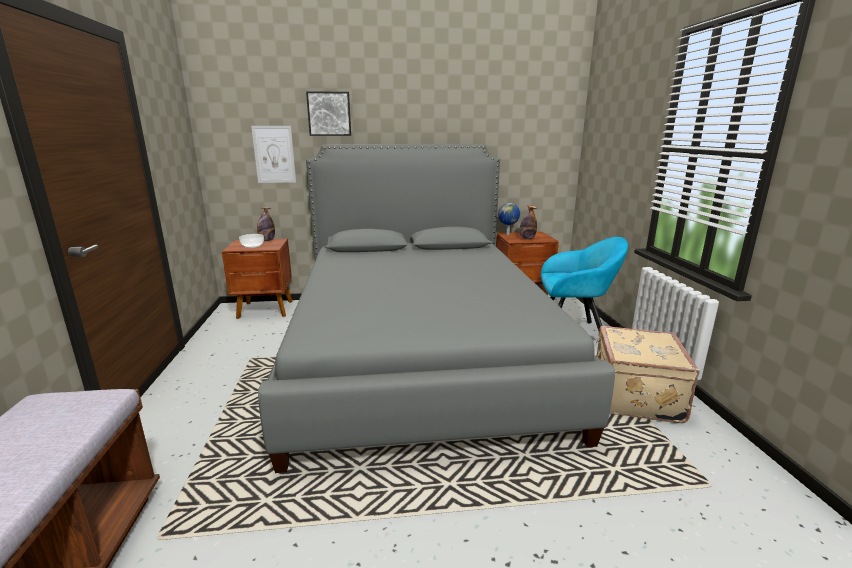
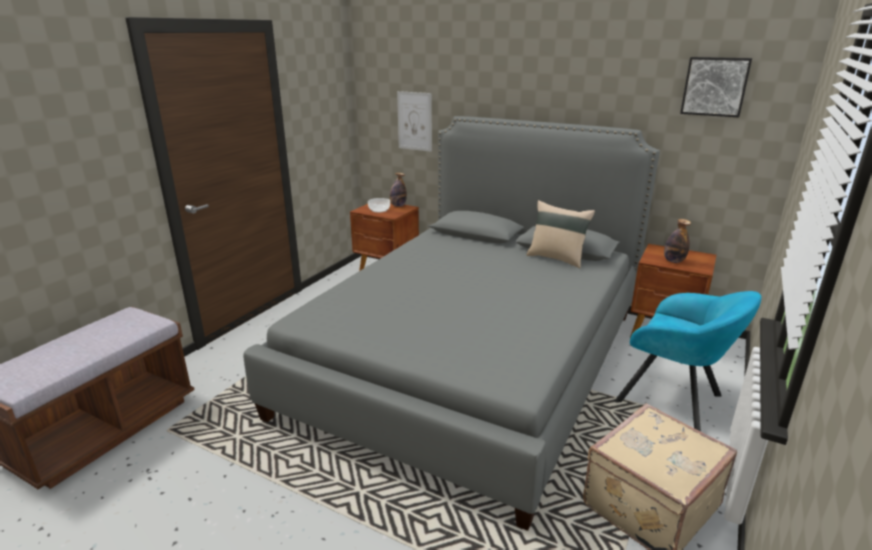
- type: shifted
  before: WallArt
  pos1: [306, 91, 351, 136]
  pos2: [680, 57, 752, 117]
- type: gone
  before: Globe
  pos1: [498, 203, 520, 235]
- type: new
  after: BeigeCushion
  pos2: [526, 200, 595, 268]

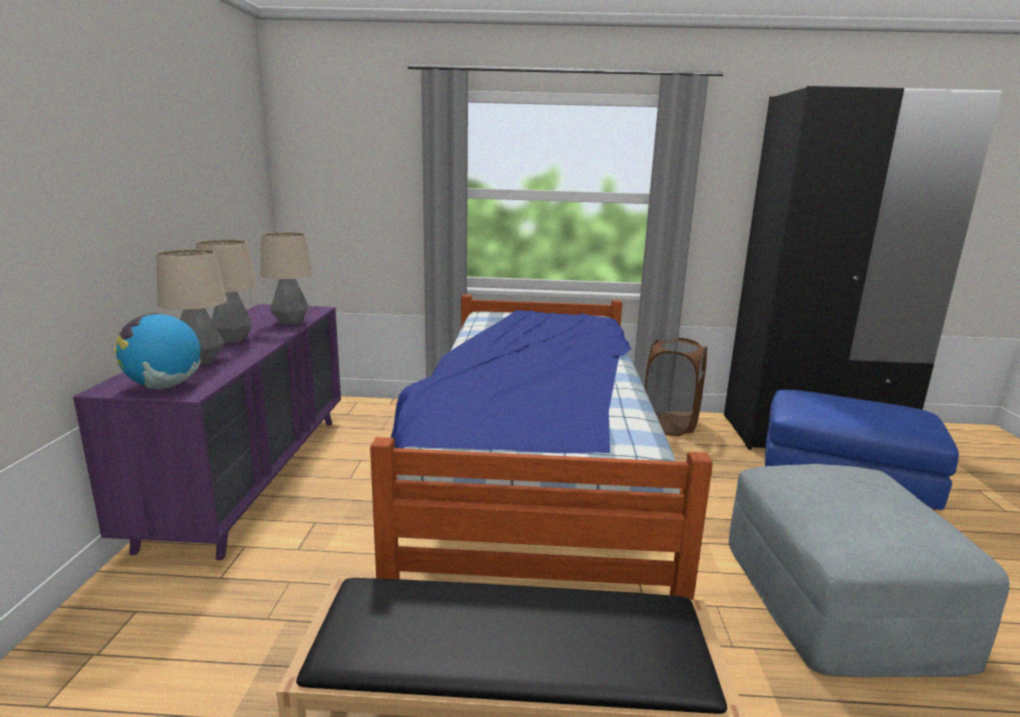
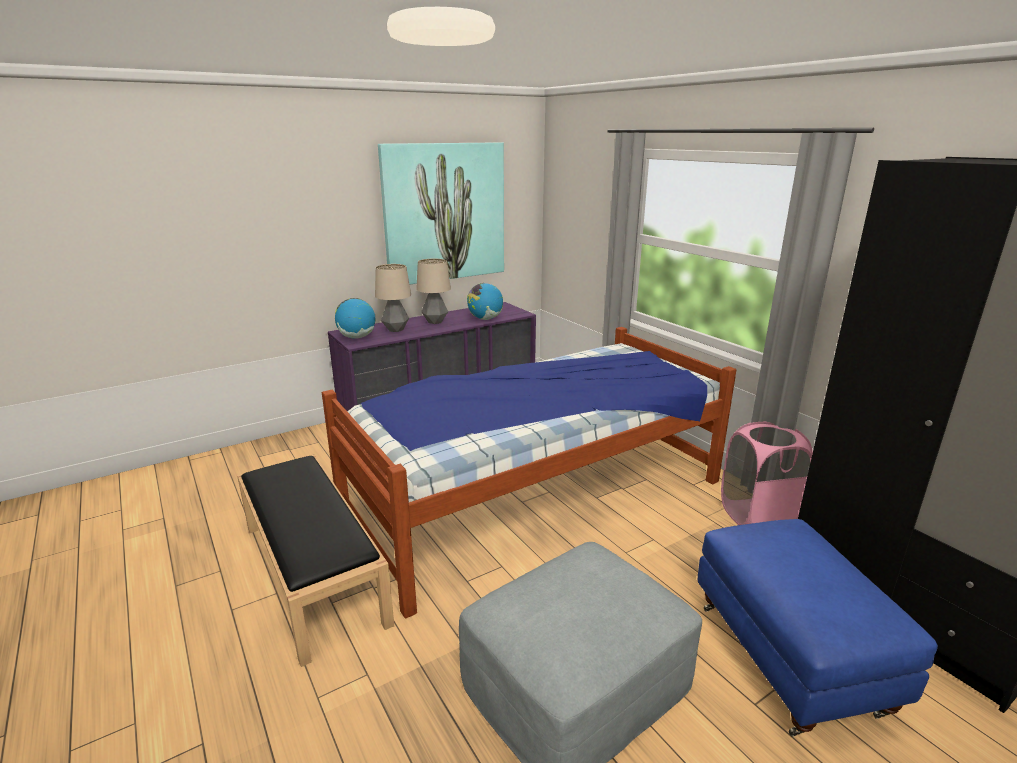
- type: swapped
  before: LampForATable
  after: Globe
  pos1: [261, 232, 313, 325]
  pos2: [467, 283, 503, 320]
- type: repainted
  before: BrownishHamper
  after: PinkishHamper
  pos1: [644, 338, 707, 436]
  pos2: [721, 421, 813, 525]
- type: new
  after: WallArt
  pos2: [378, 142, 504, 284]

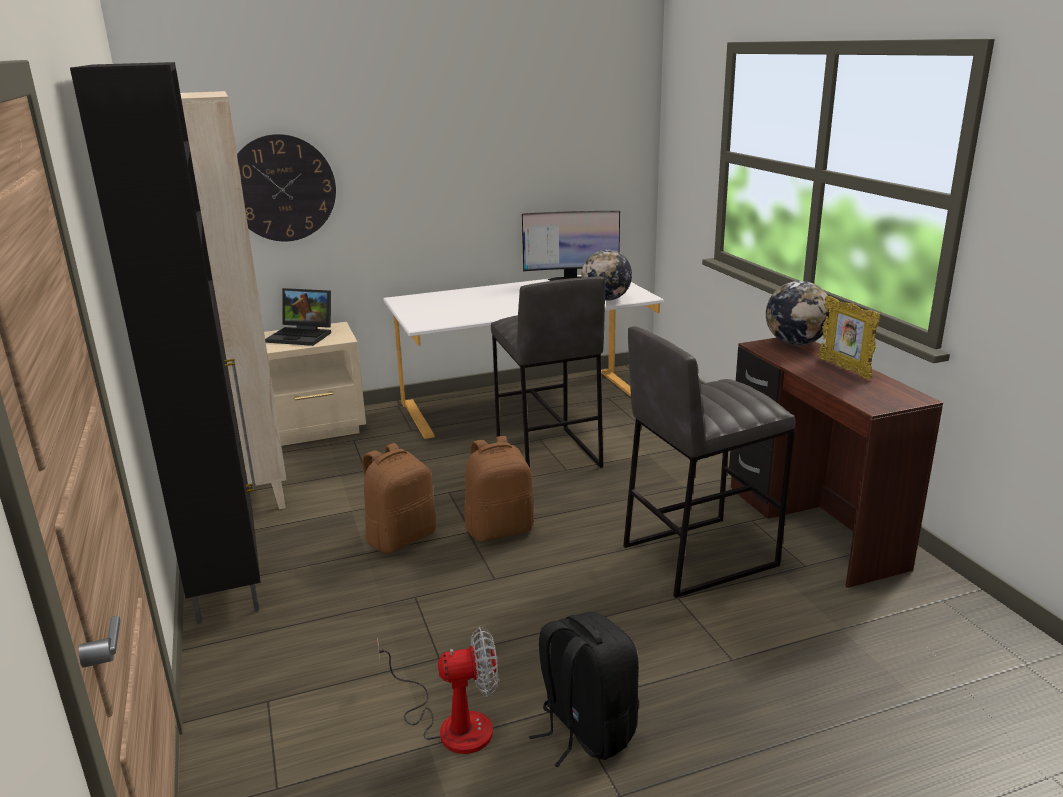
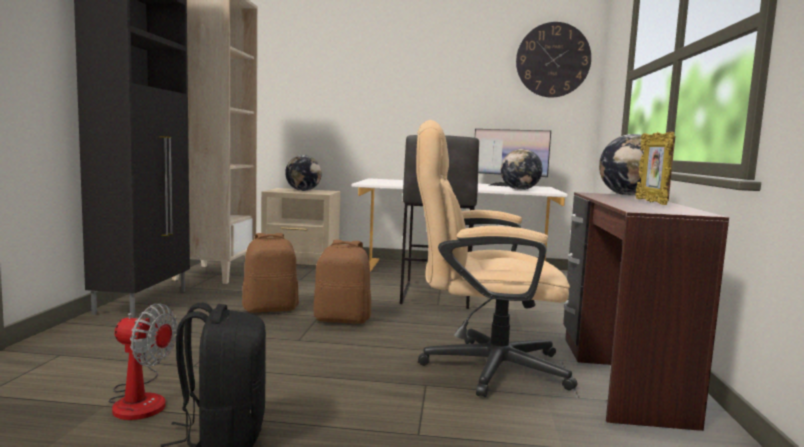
- type: shifted
  before: HangingClock
  pos1: [237, 134, 336, 241]
  pos2: [516, 22, 591, 98]
- type: swapped
  before: Laptop
  after: Globe
  pos1: [265, 288, 331, 346]
  pos2: [285, 155, 322, 191]
- type: swapped
  before: GrayStool
  after: BeigeDeskChair
  pos1: [623, 326, 795, 598]
  pos2: [416, 120, 577, 397]

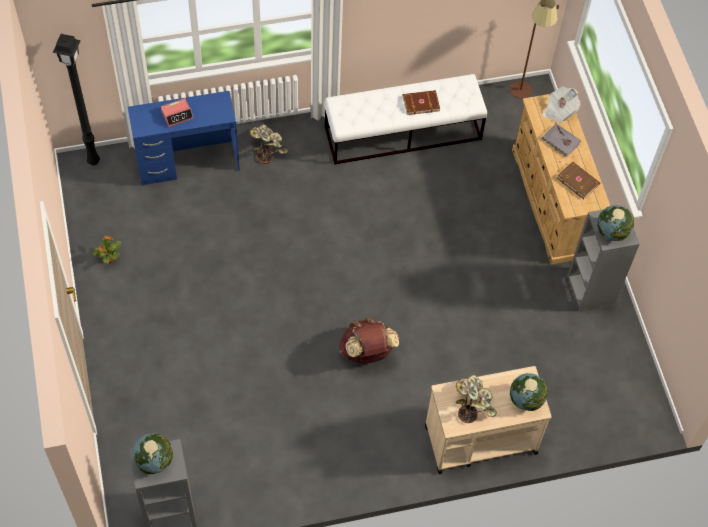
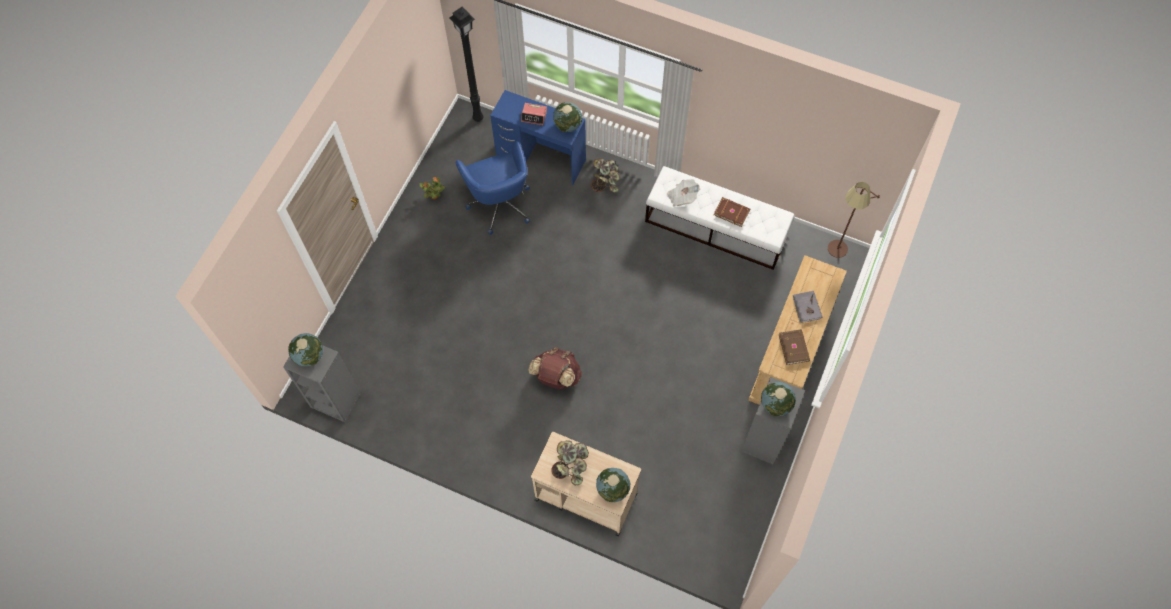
- type: shifted
  before: PrintedPaper
  pos1: [543, 86, 580, 124]
  pos2: [667, 179, 700, 206]
- type: new
  after: BluishDeskChair
  pos2: [455, 141, 530, 235]
- type: new
  after: Globe
  pos2: [553, 102, 582, 132]

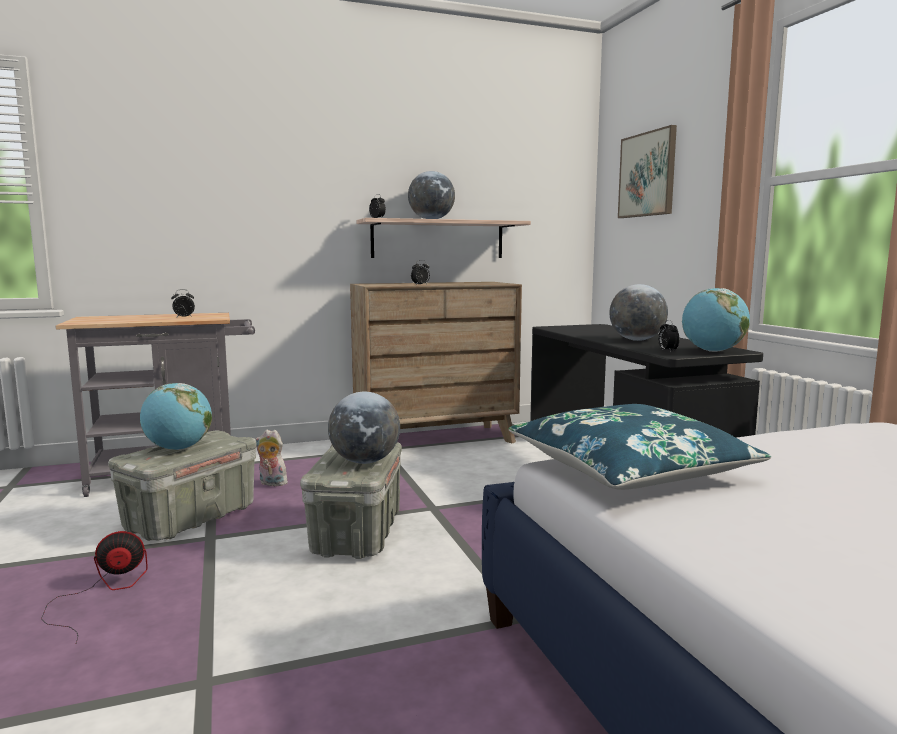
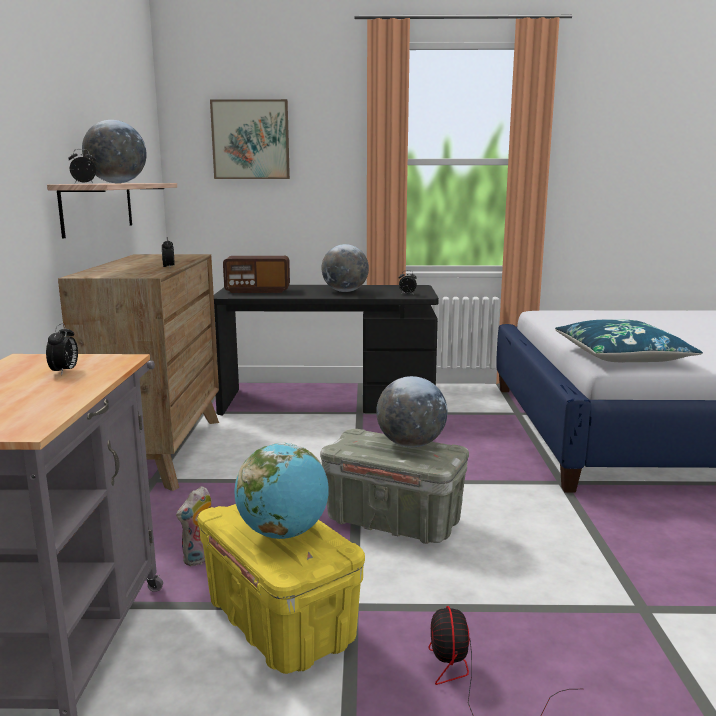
- type: repainted
  before: GrayStorageContainer
  after: YellowColouredStorageContainer
  pos1: [108, 431, 257, 541]
  pos2: [197, 504, 365, 674]
- type: gone
  before: Globe
  pos1: [682, 288, 750, 352]
- type: new
  after: RadioReceiver
  pos2: [223, 256, 290, 293]

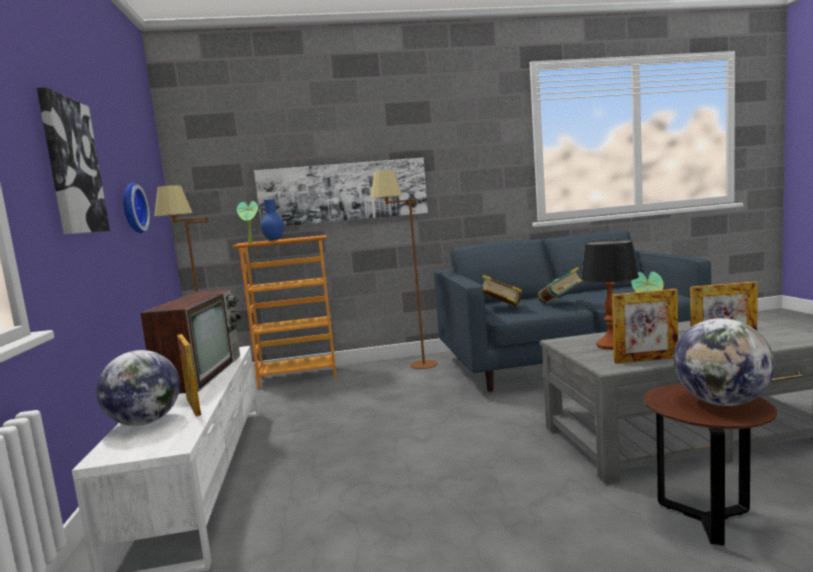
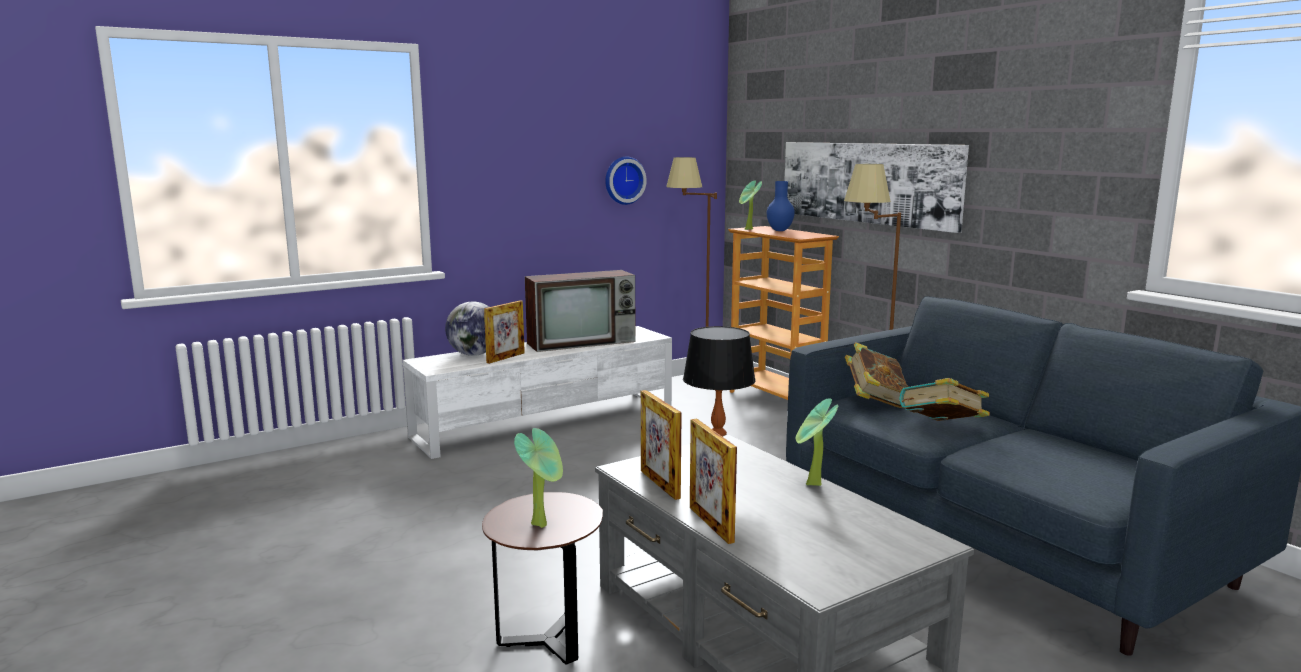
- type: gone
  before: WallArt
  pos1: [37, 87, 110, 234]
- type: swapped
  before: Globe
  after: PlantInAPot
  pos1: [673, 318, 775, 406]
  pos2: [514, 428, 563, 528]

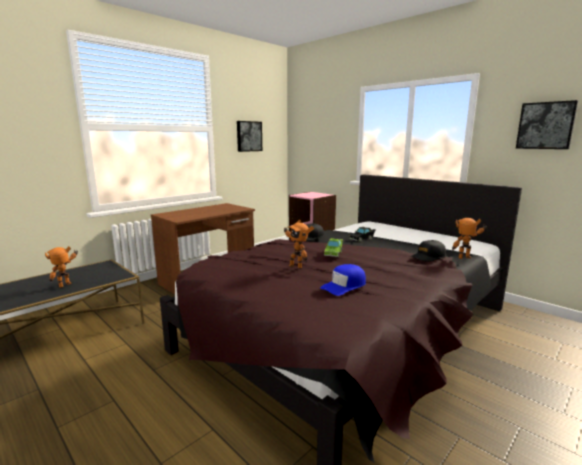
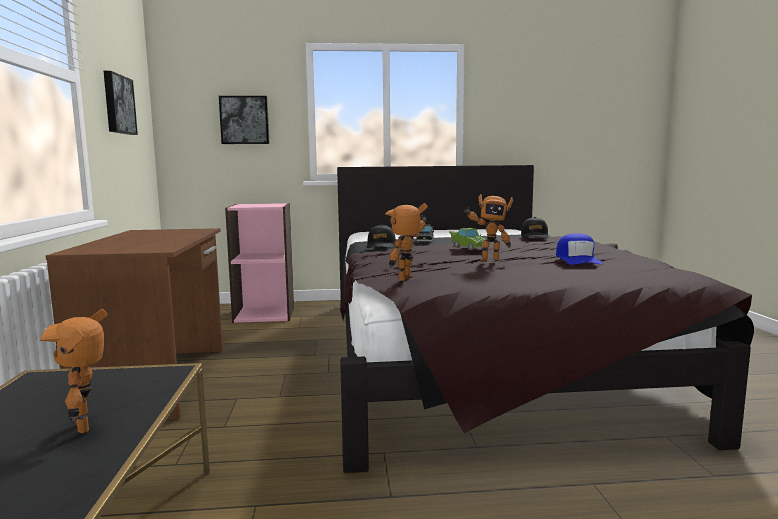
- type: shifted
  before: ToyRobot
  pos1: [452, 218, 487, 259]
  pos2: [385, 203, 428, 282]
- type: shifted
  before: WallArt
  pos1: [516, 100, 578, 149]
  pos2: [219, 96, 270, 144]

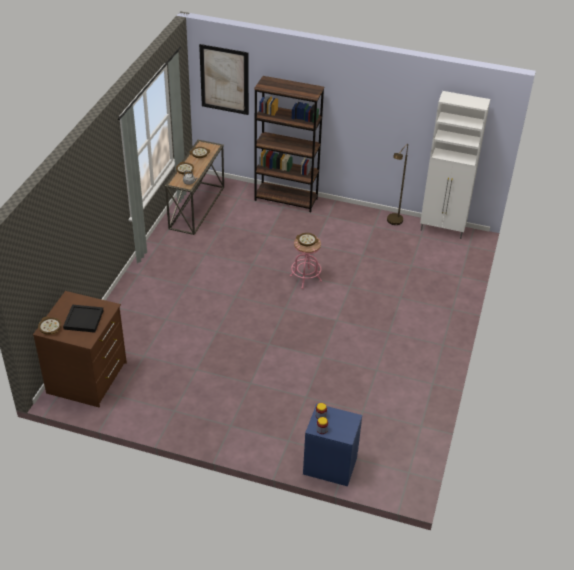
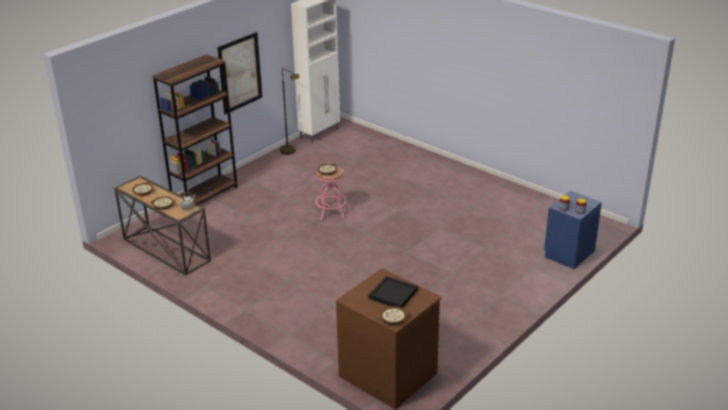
- type: shifted
  before: WallArt
  pos1: [199, 44, 249, 115]
  pos2: [217, 32, 262, 114]

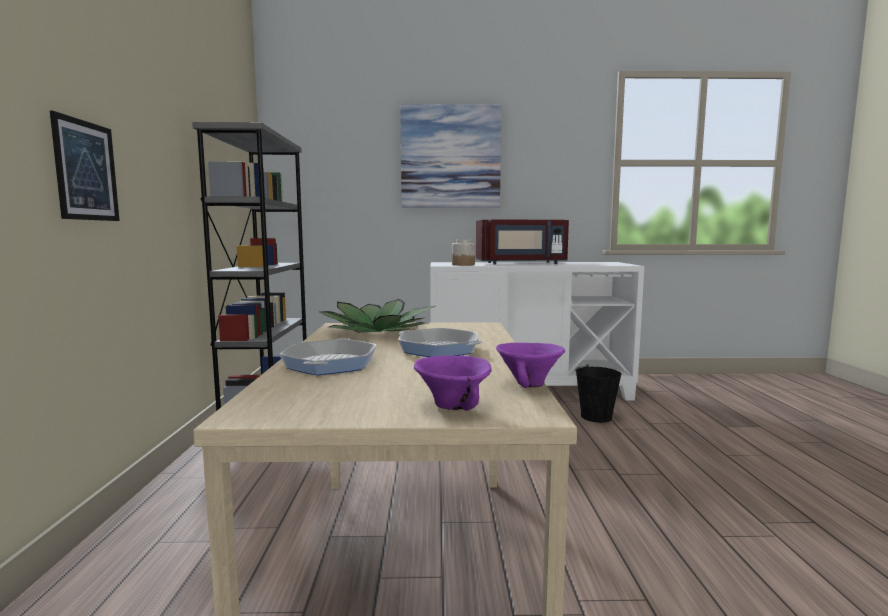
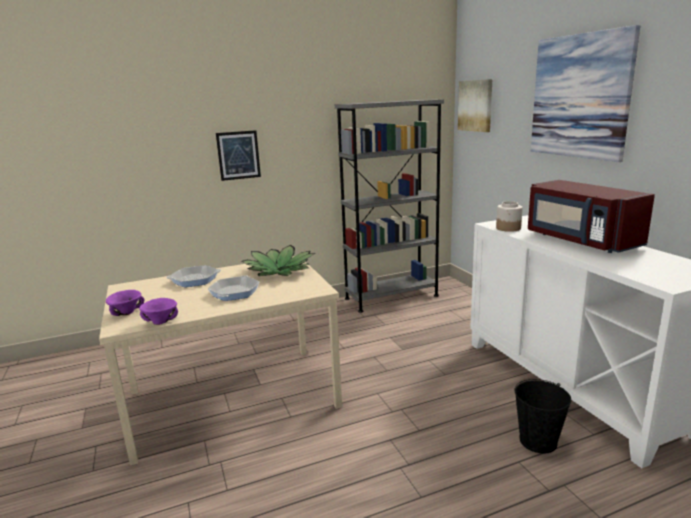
- type: new
  after: WallArt
  pos2: [458, 79, 492, 132]

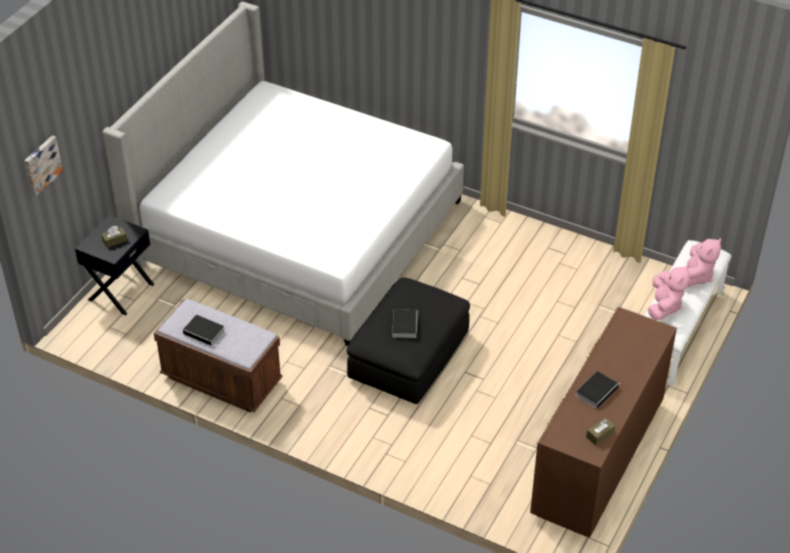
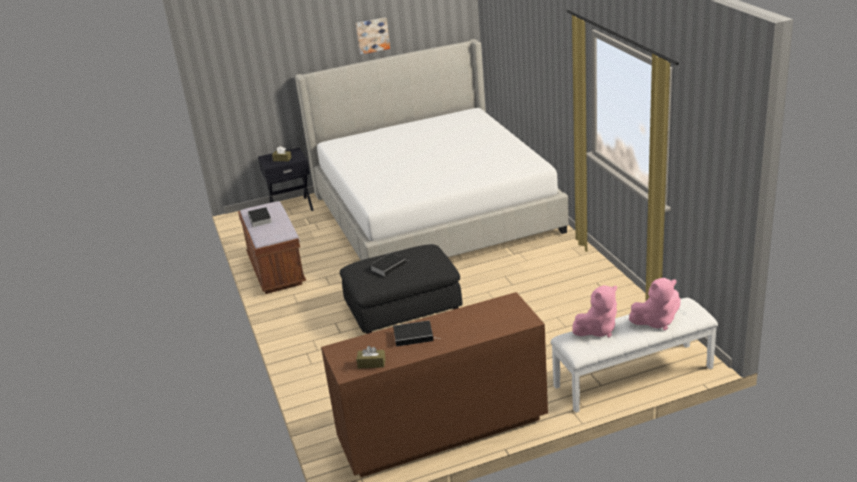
- type: shifted
  before: WallArt
  pos1: [24, 135, 63, 197]
  pos2: [356, 17, 390, 55]

